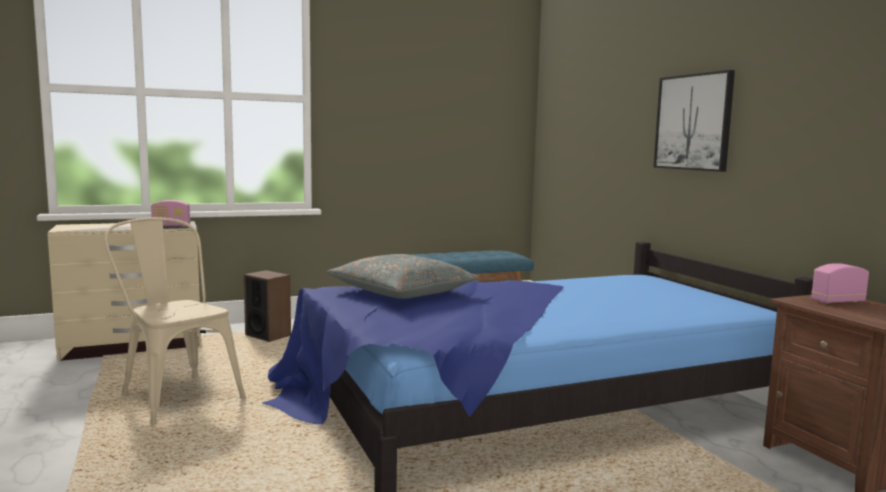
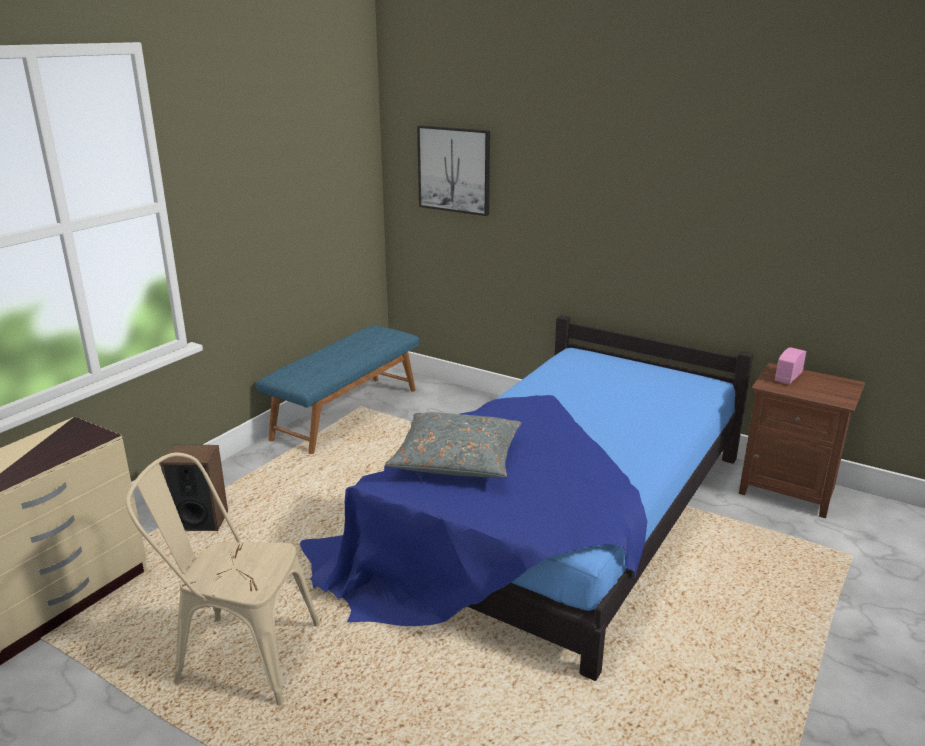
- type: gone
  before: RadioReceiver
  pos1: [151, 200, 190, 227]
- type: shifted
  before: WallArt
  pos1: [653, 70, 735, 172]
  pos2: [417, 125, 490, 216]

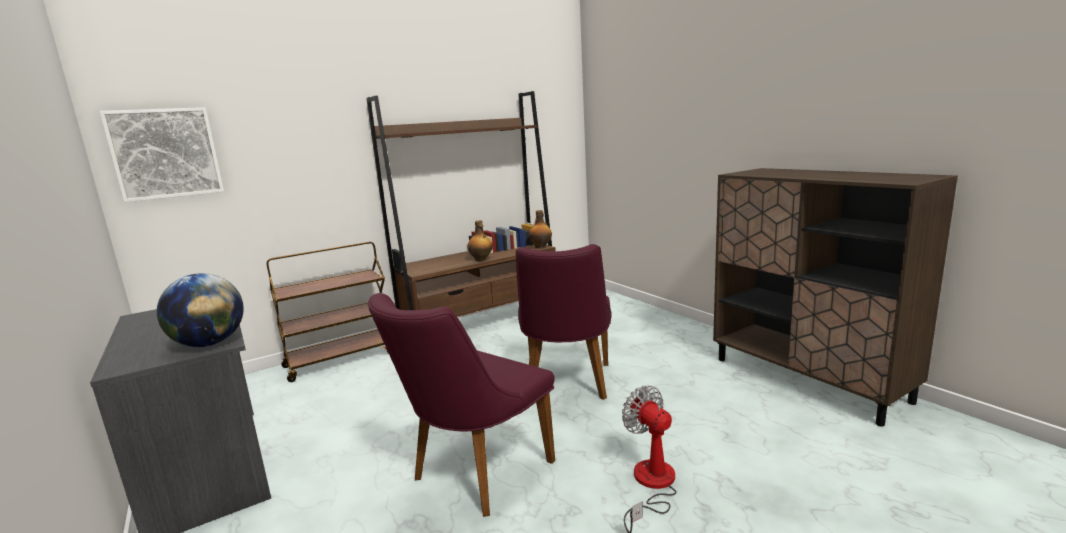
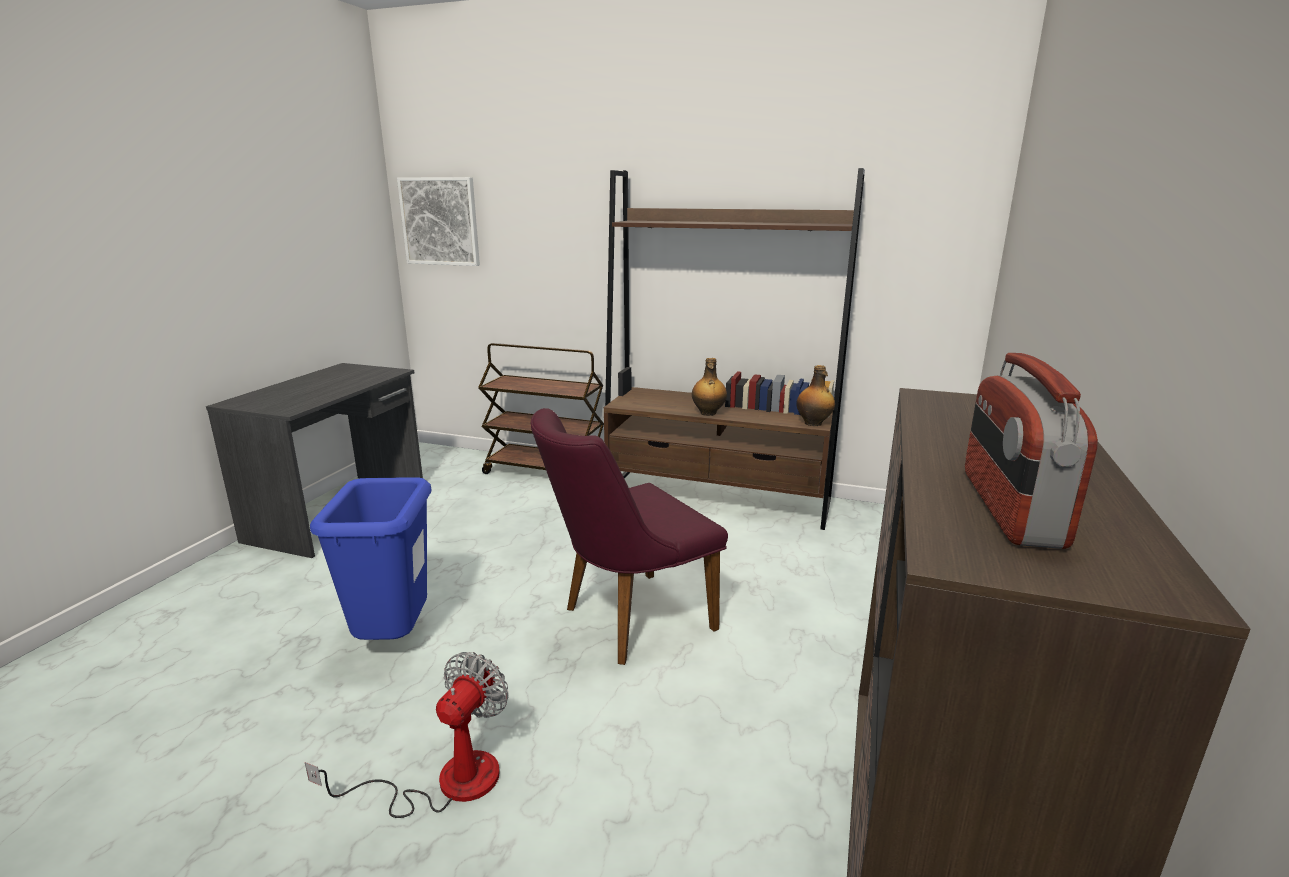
- type: gone
  before: Globe
  pos1: [157, 273, 244, 347]
- type: swapped
  before: PurpleColouredPlainChair
  after: BluishTrashCan
  pos1: [368, 293, 555, 517]
  pos2: [310, 477, 431, 640]
- type: new
  after: RadioReceiver
  pos2: [965, 353, 1098, 549]

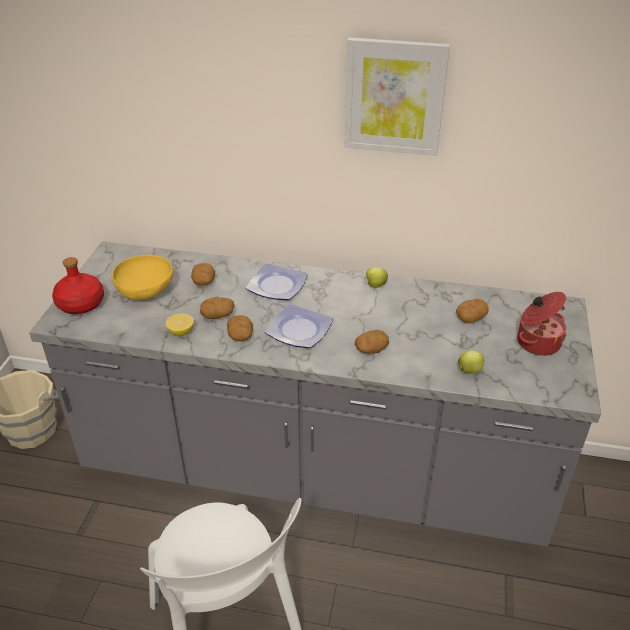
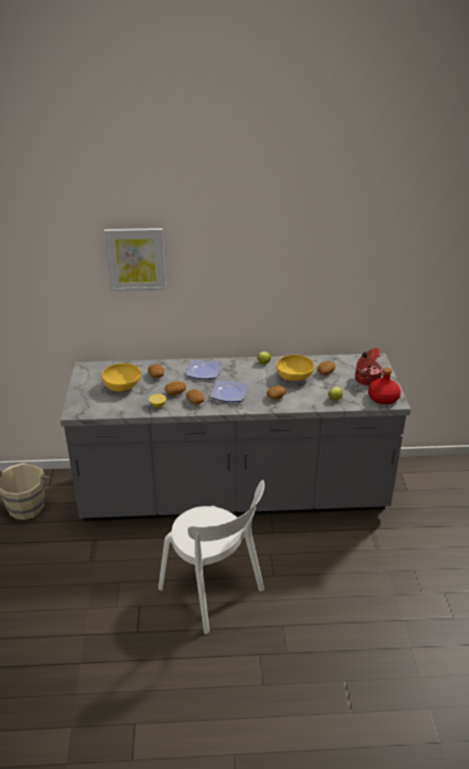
- type: shifted
  before: ReddishBeverageBottle
  pos1: [52, 257, 104, 314]
  pos2: [368, 368, 401, 404]
- type: shifted
  before: WallArt
  pos1: [344, 37, 450, 156]
  pos2: [104, 228, 166, 292]
- type: new
  after: YellowColouredServingBowl
  pos2: [276, 355, 314, 381]

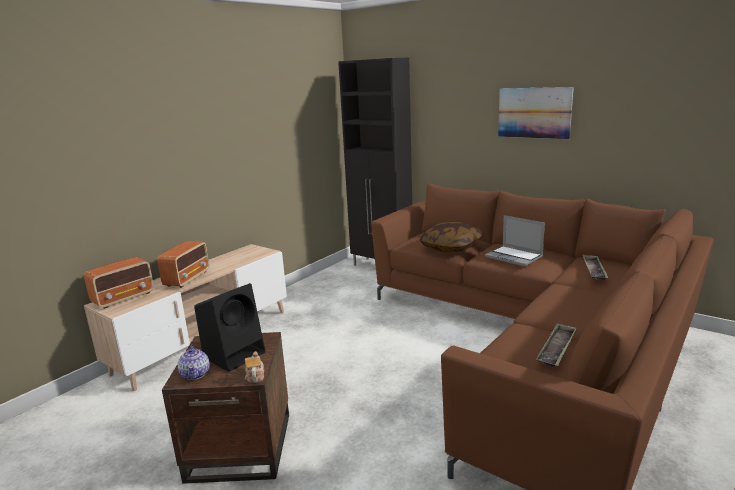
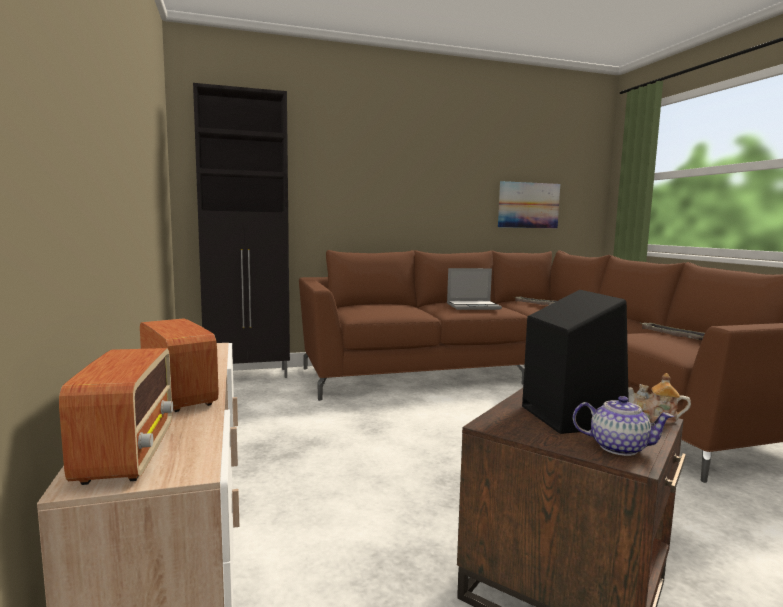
- type: gone
  before: Cushion
  pos1: [420, 222, 483, 252]
- type: shifted
  before: WallArt
  pos1: [498, 87, 574, 139]
  pos2: [498, 181, 560, 228]

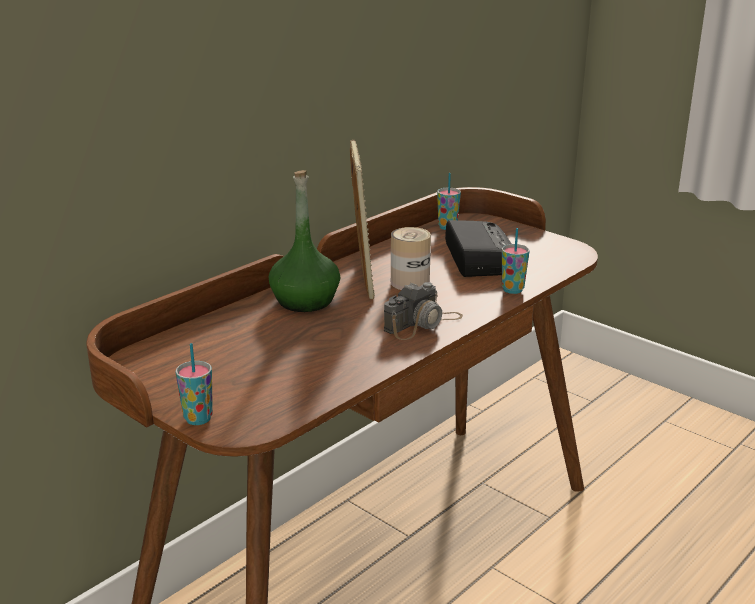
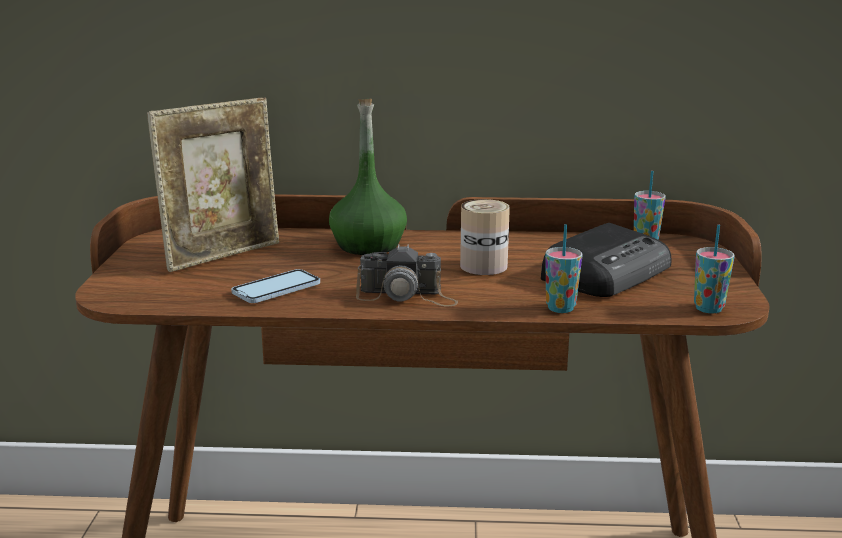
- type: shifted
  before: DrinkingCup
  pos1: [176, 343, 213, 425]
  pos2: [694, 225, 735, 314]
- type: shifted
  before: PhotoFrame
  pos1: [350, 140, 375, 299]
  pos2: [147, 97, 279, 272]
- type: new
  after: Telephone
  pos2: [231, 269, 320, 303]

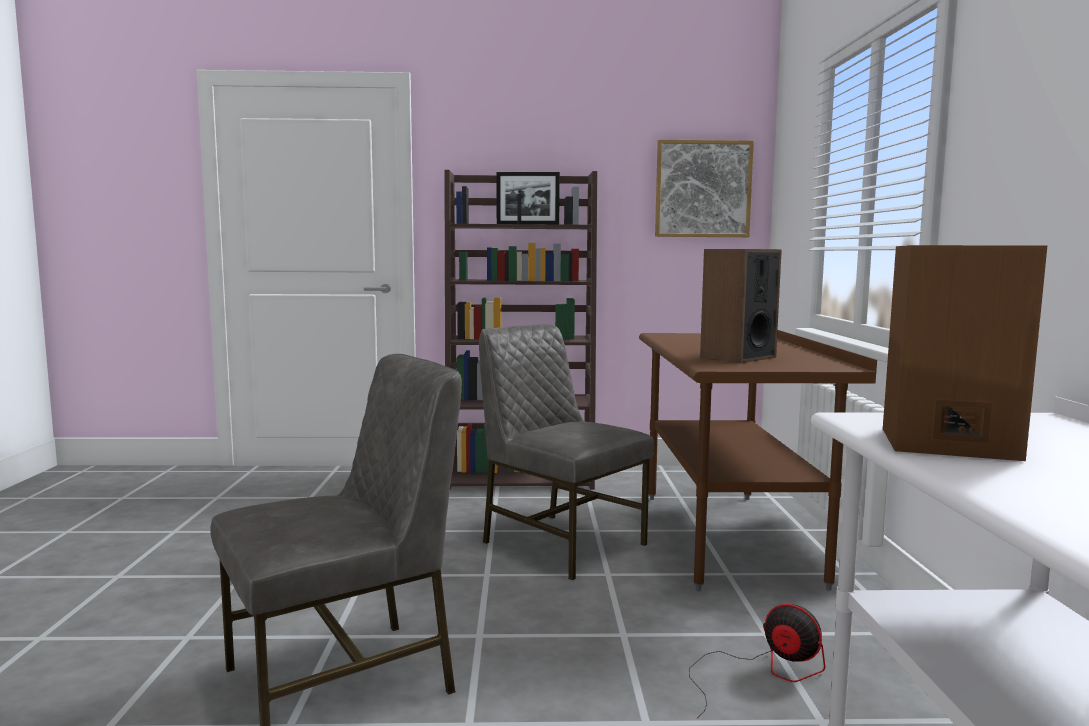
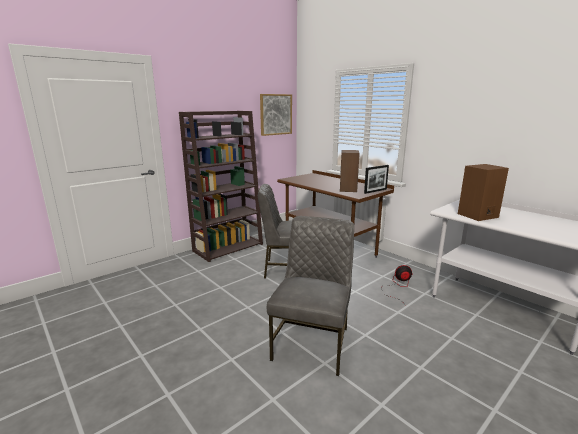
- type: shifted
  before: PhotoFrame
  pos1: [497, 172, 560, 224]
  pos2: [364, 165, 389, 194]

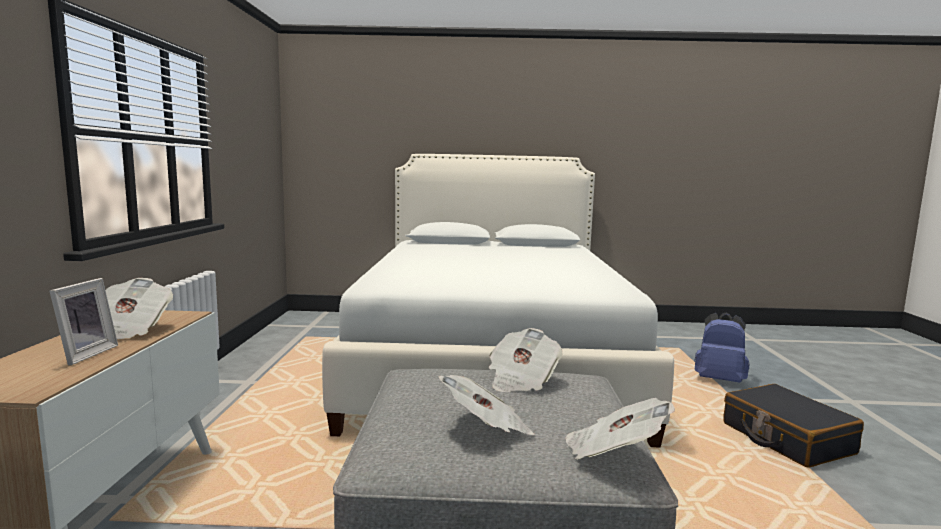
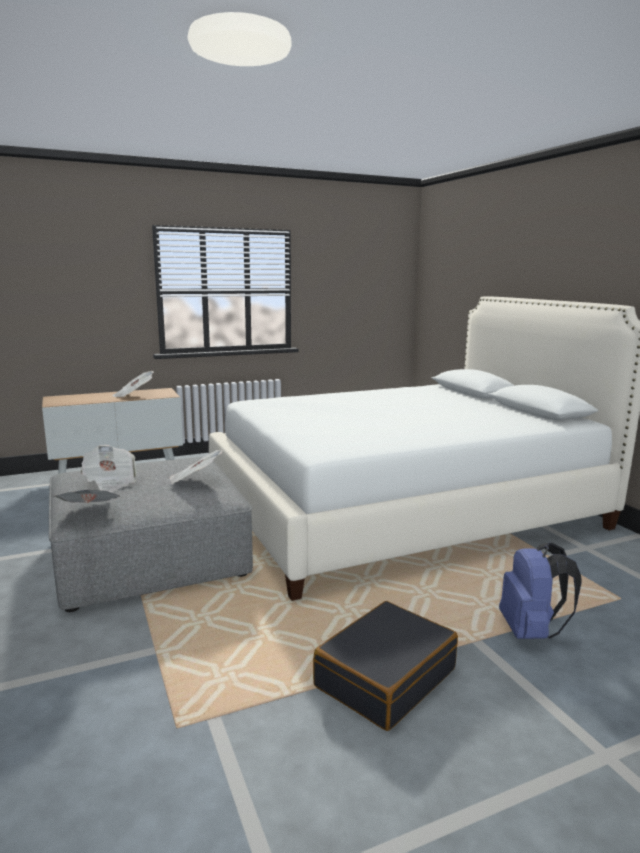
- type: gone
  before: PhotoFrame
  pos1: [50, 278, 118, 366]

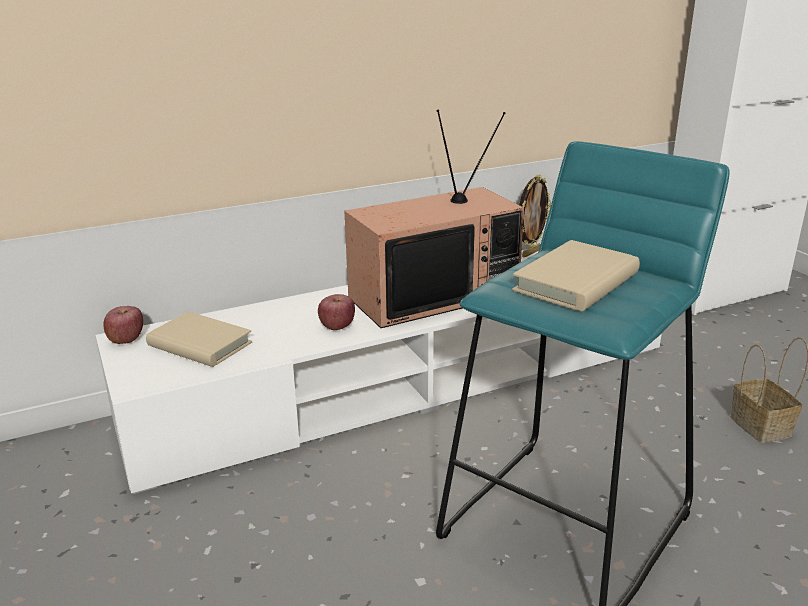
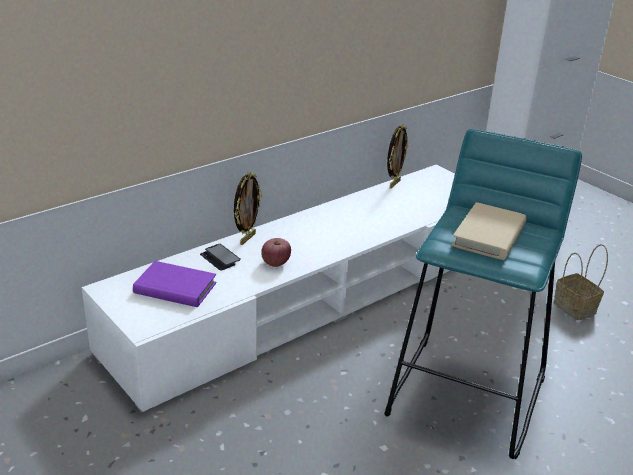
- type: gone
  before: WholeApple
  pos1: [104, 306, 143, 344]
- type: repainted
  before: BeigeBook
  after: PurpleColouredBook
  pos1: [146, 311, 252, 367]
  pos2: [133, 261, 217, 307]
- type: gone
  before: TvSet
  pos1: [344, 109, 524, 328]
- type: new
  after: Telephone
  pos2: [200, 244, 241, 270]
- type: new
  after: PhotoFrame
  pos2: [234, 172, 262, 245]

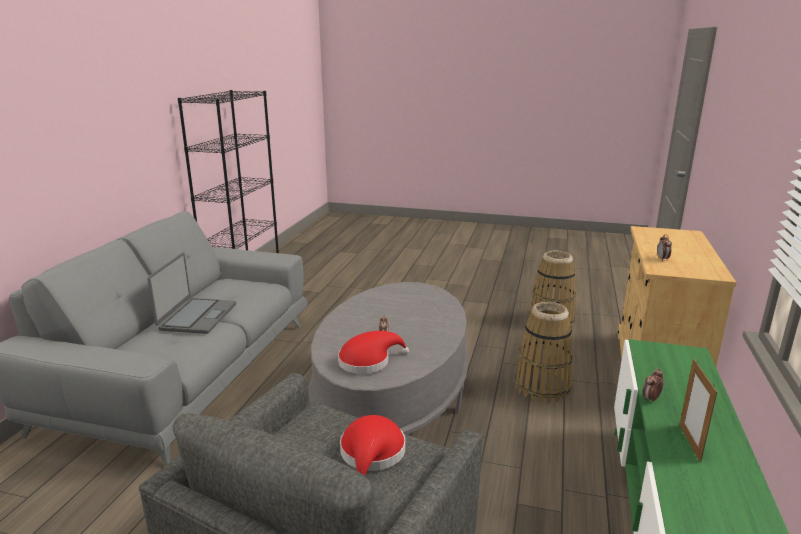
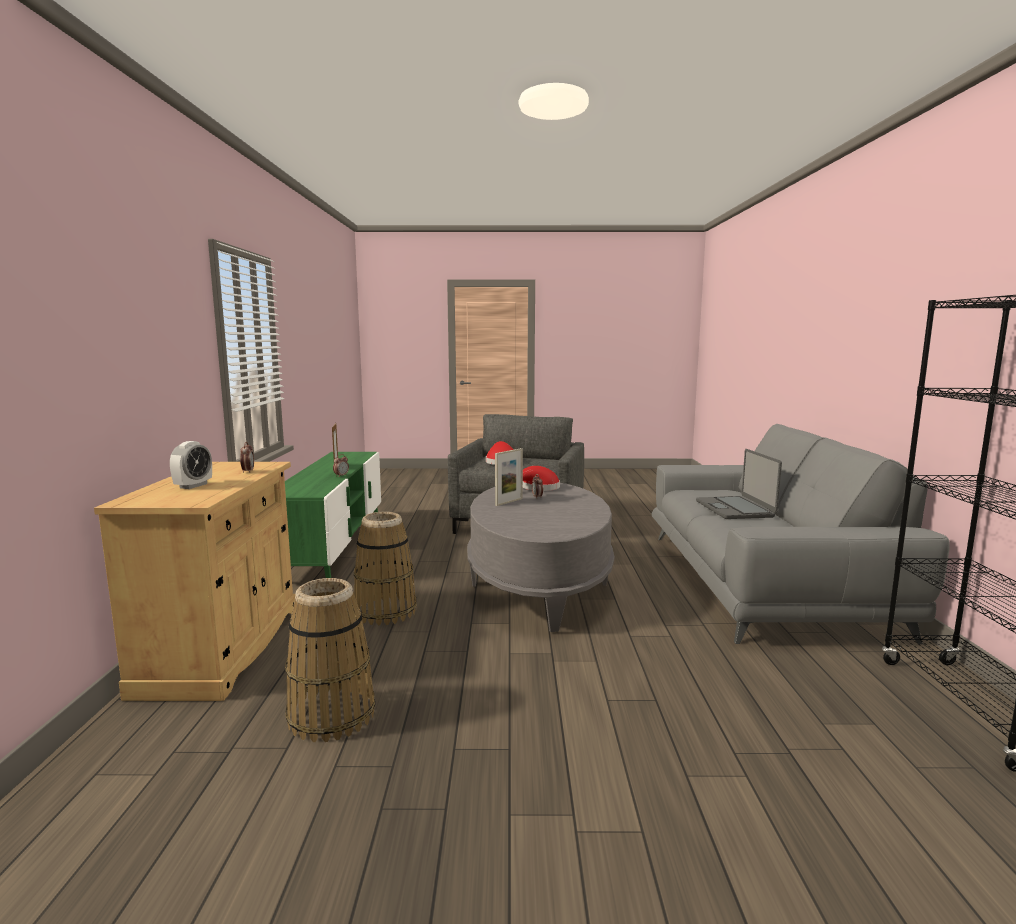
- type: new
  after: TableClock
  pos2: [170, 441, 212, 489]
- type: new
  after: PhotoFrame
  pos2: [495, 448, 523, 506]

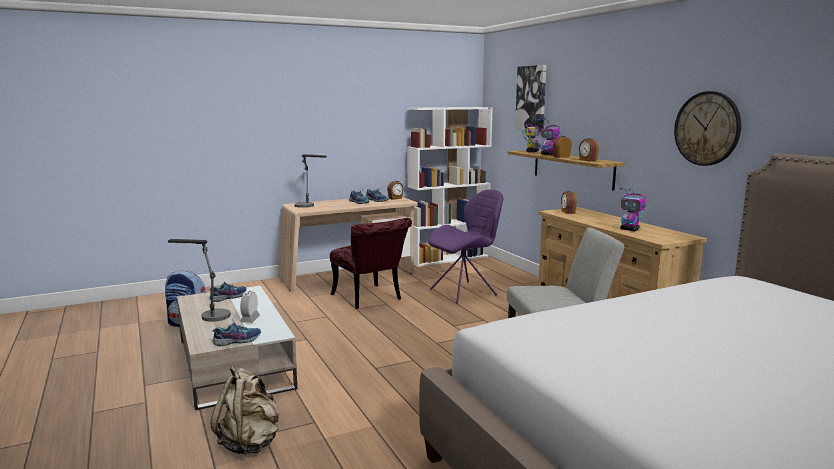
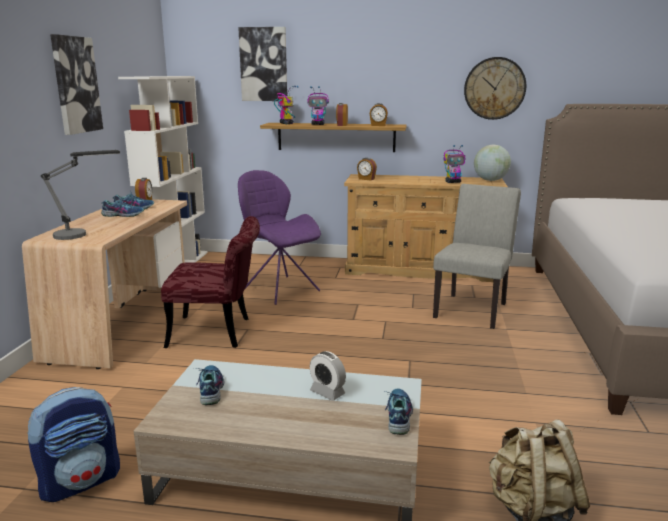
- type: gone
  before: LampForATable
  pos1: [168, 239, 231, 322]
- type: rotated
  before: PurpleColouredPlainChair
  pos1: [428, 189, 503, 304]
  pos2: [238, 170, 321, 305]
  turn: -45
- type: new
  after: WallArt
  pos2: [50, 34, 103, 135]
- type: new
  after: Globe
  pos2: [474, 145, 511, 181]

